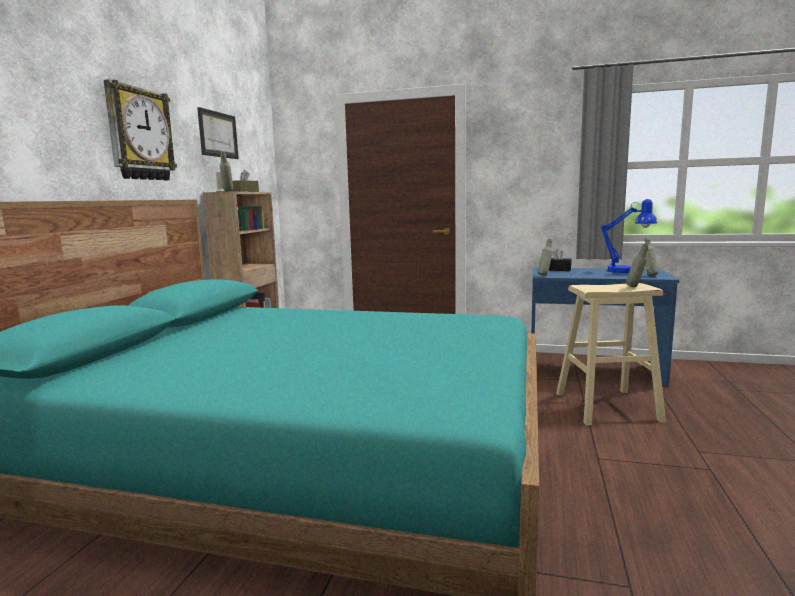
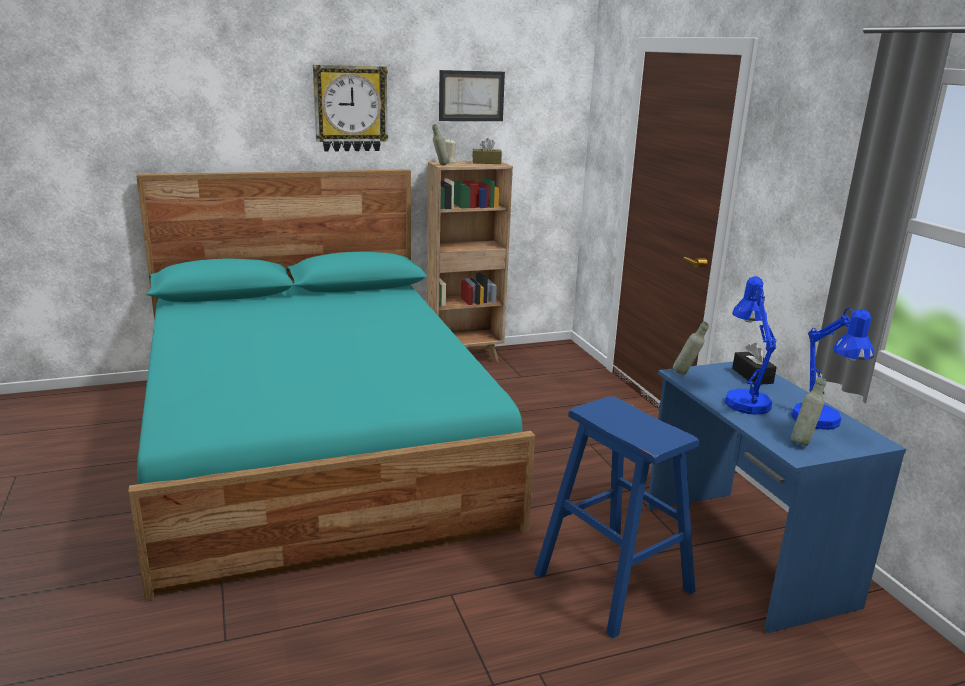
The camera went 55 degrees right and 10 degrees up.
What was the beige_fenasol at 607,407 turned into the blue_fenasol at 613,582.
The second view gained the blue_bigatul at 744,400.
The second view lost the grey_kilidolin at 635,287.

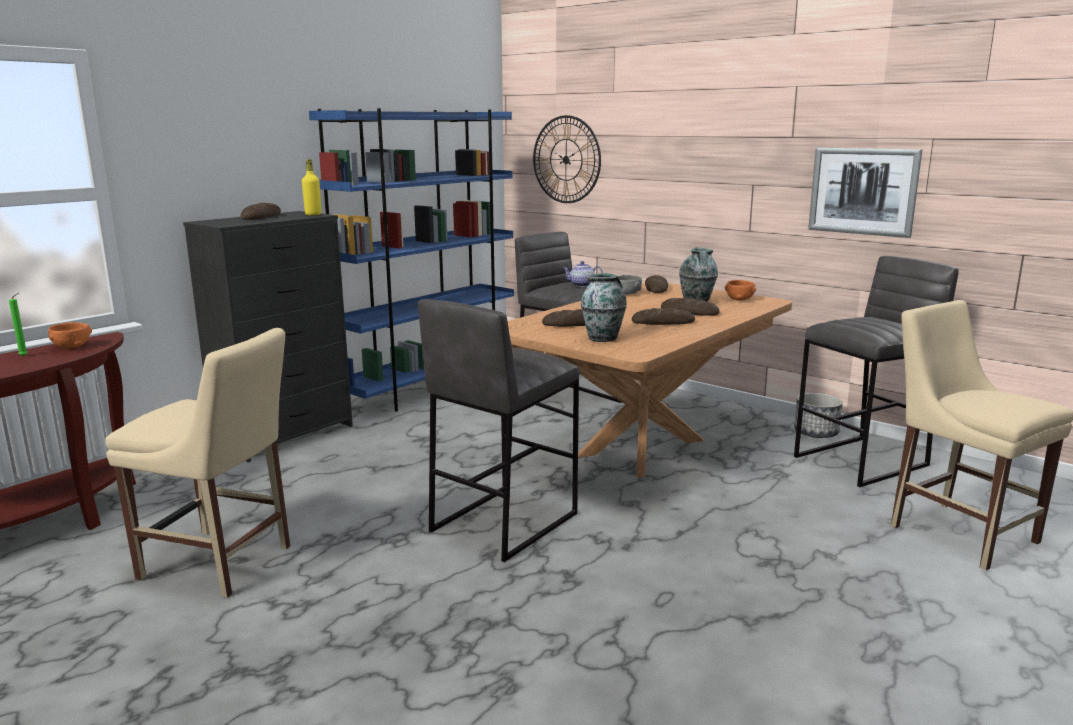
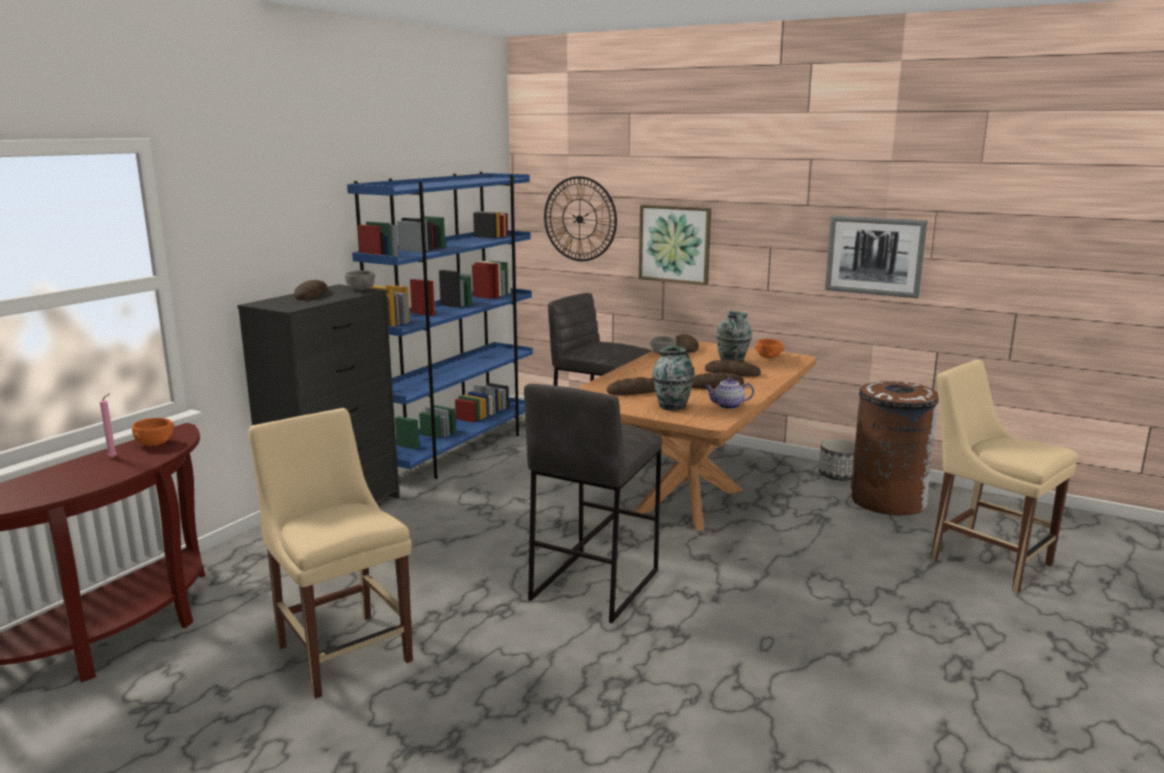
The camera went 10 degrees left and 0 degrees up.
What was the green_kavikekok at 25,356 turned into the pink_kavikekok at 114,457.
The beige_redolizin at 221,563 ended up facing another way, 135 degrees counterclockwise from before.
Where the yellow_kilidolin stood at 313,214, the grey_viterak came to stand at 361,290.
The second view gained the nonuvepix at 675,244.
The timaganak ended up elsewhere, having gone from 581,285 to 727,406.
Where the grey_fenasol stood at 862,461, the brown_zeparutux came to stand at 887,501.

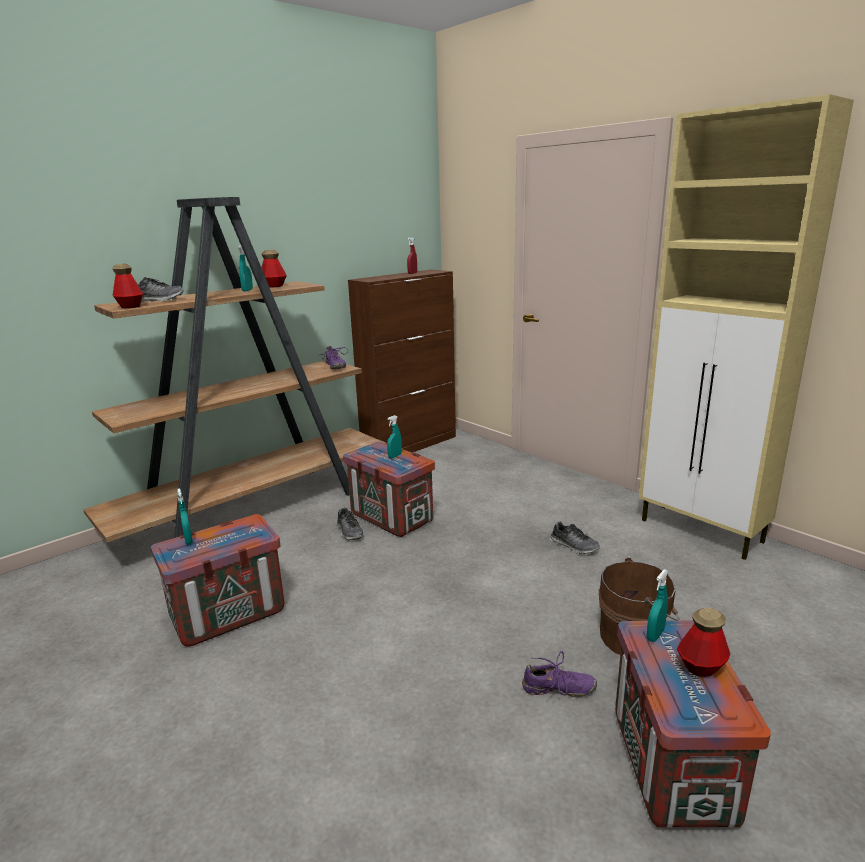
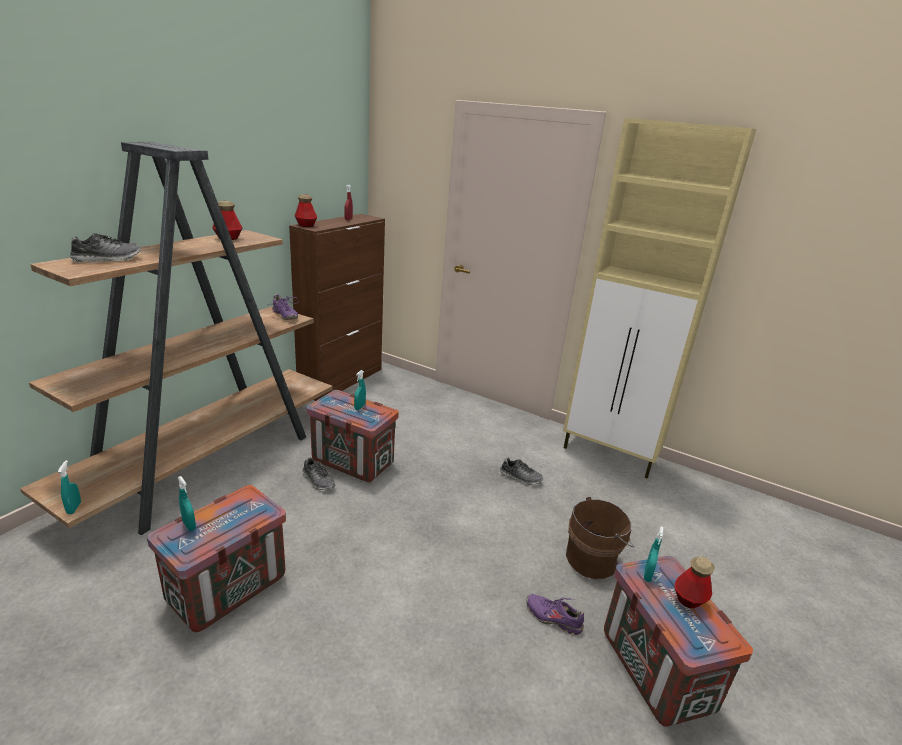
The camera went 20 degrees left and 5 degrees up.
The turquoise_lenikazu ended up elsewhere, having gone from 247,290 to 74,508.
The kilidolin ended up elsewhere, having gone from 130,306 to 306,225.
The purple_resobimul at 558,689 ended up facing another way, 135 degrees counterclockwise from before.

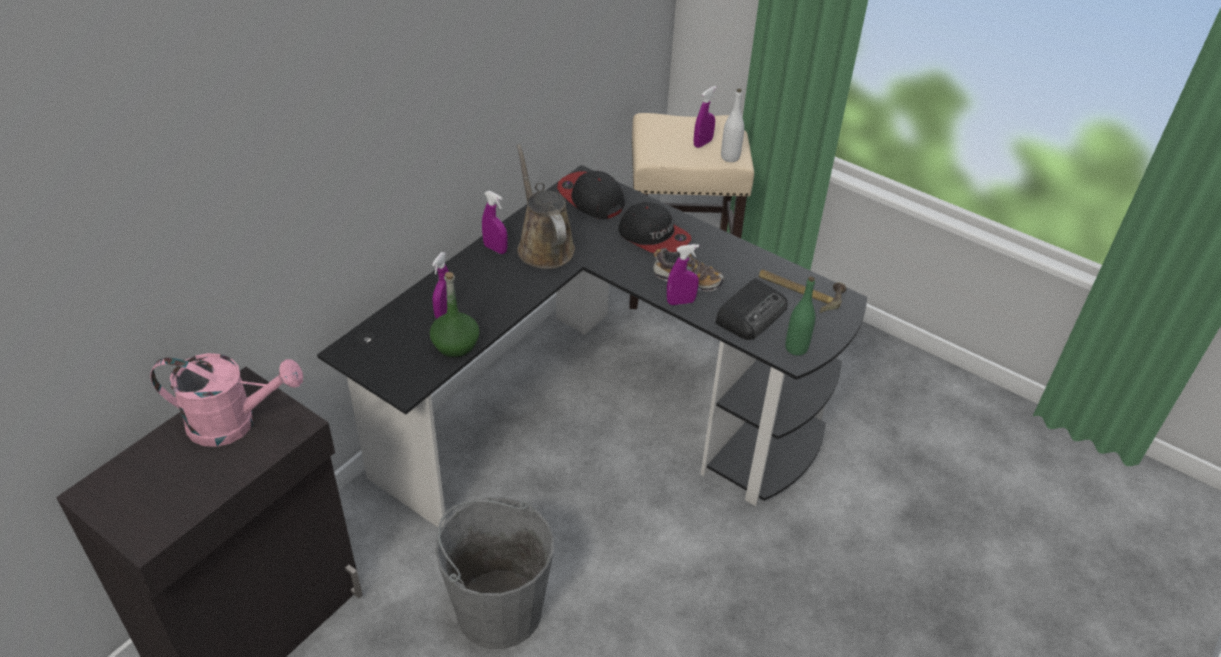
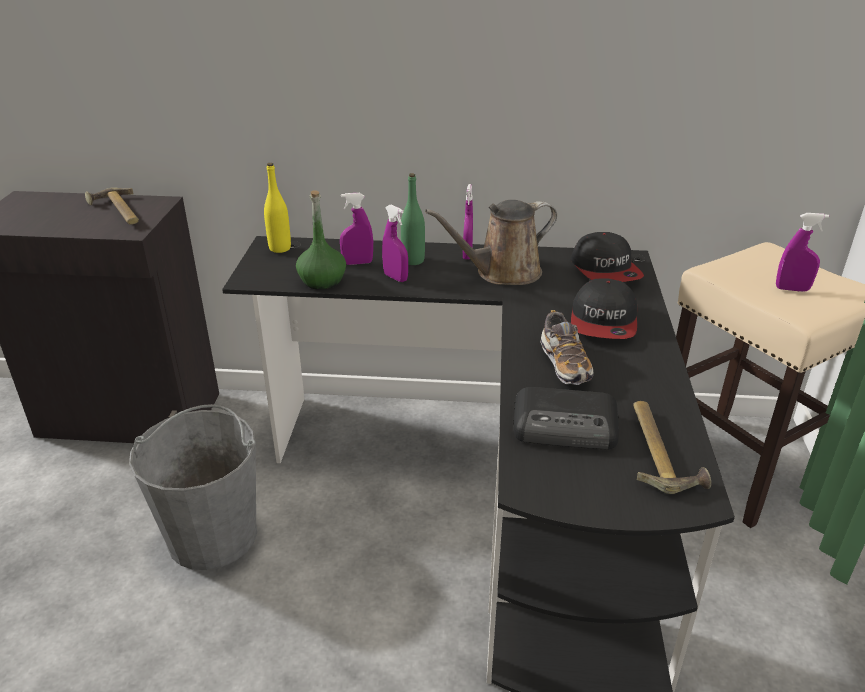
The camera went 60 degrees right and 10 degrees down.
Where the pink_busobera stood at 234,423, the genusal came to stand at 118,212.
The second view gained the yellow_kilidolin at 280,248.
The purple_lenikazu ended up elsewhere, having gone from 681,302 to 395,277.
The green_kilidolin ended up elsewhere, having gone from 796,348 to 413,260.
The brown_busobera at 543,246 ended up facing another way, 150 degrees counterclockwise from before.
The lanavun at 590,198 ended up facing another way, 150 degrees clockwise from before.
The second view lost the white_kilidolin at 730,157.

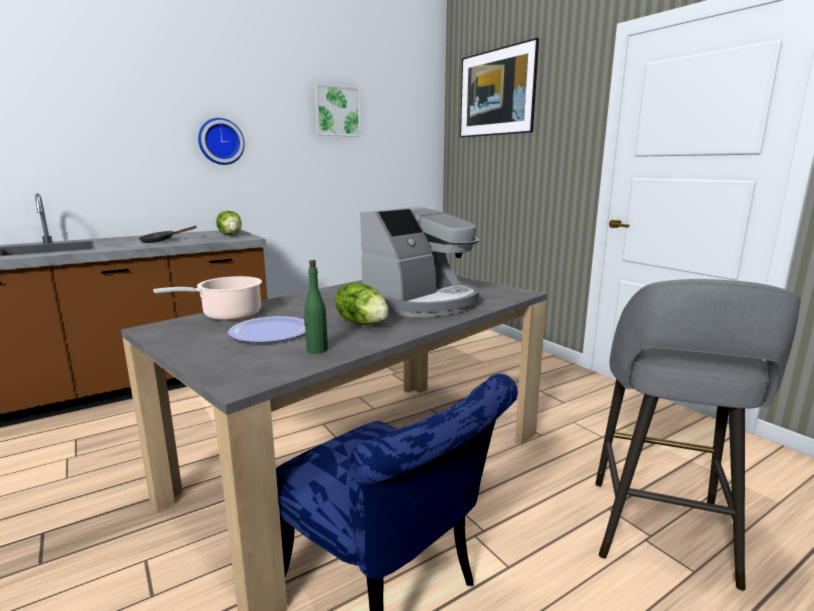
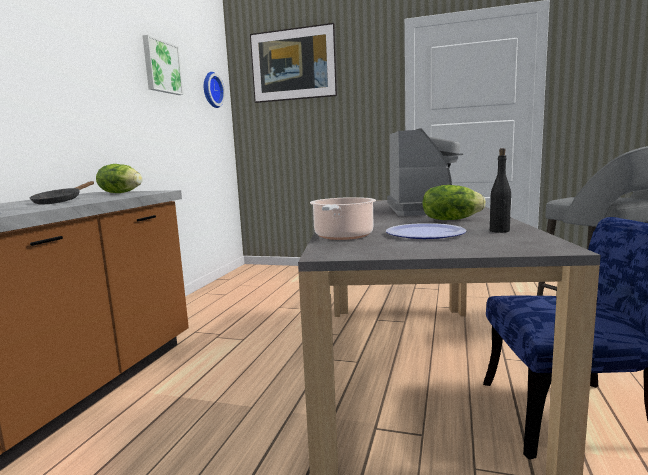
The camera went 40 degrees left and 5 degrees down.
The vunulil ended up elsewhere, having gone from 220,141 to 211,90.
What was the green_kilidolin at 316,350 turned into the black_kilidolin at 499,231.

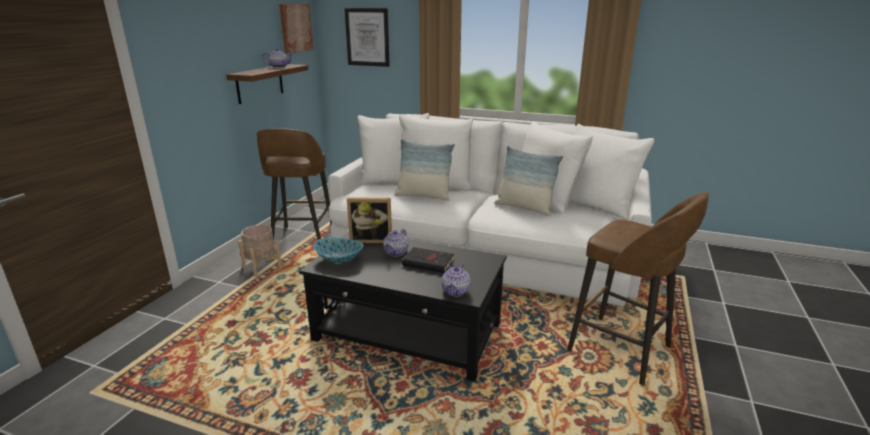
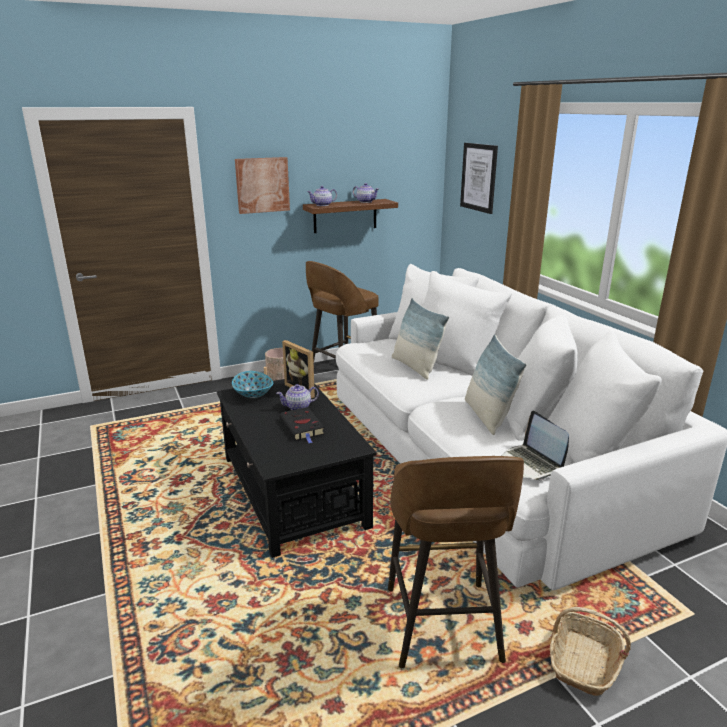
The camera went 45 degrees right and 0 degrees up.
The nonuvepix ended up elsewhere, having gone from 295,28 to 262,185.
The timaganak ended up elsewhere, having gone from 456,291 to 322,205.
The second view gained the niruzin at 530,464.
The second view gained the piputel at 583,663.

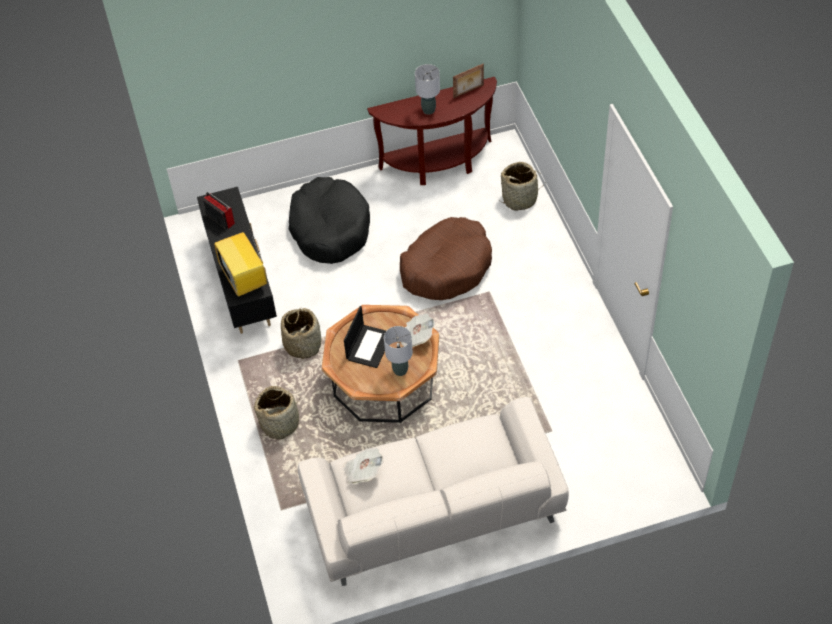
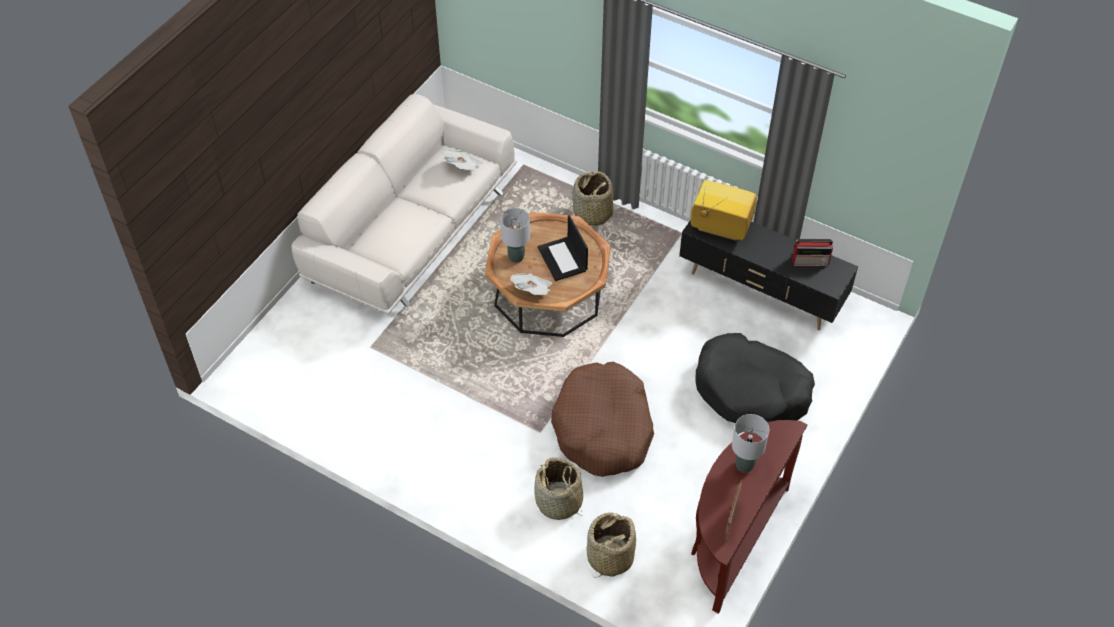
The camera went 135 degrees right and 0 degrees up.
The piputel ended up elsewhere, having gone from 303,344 to 559,502.

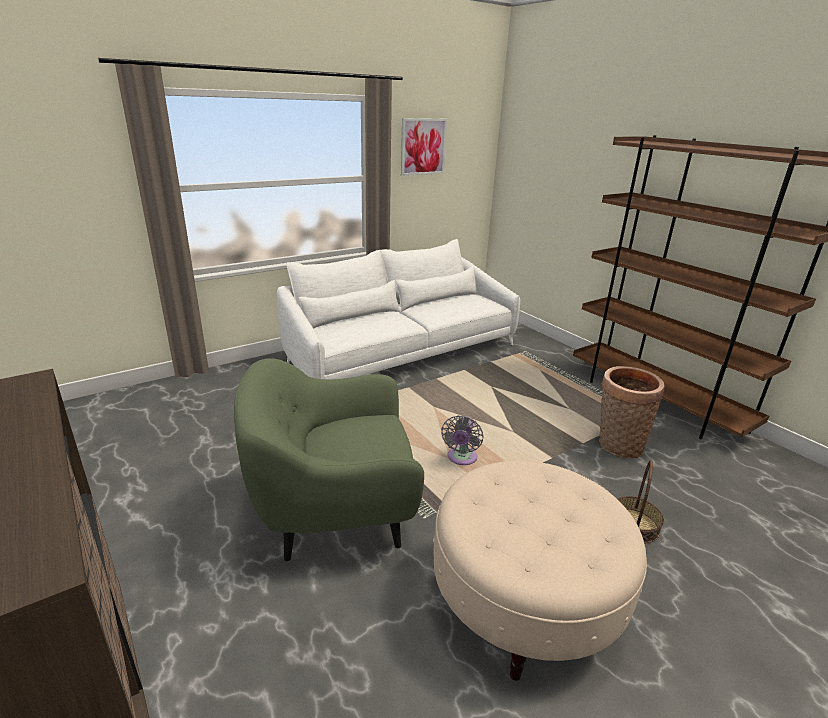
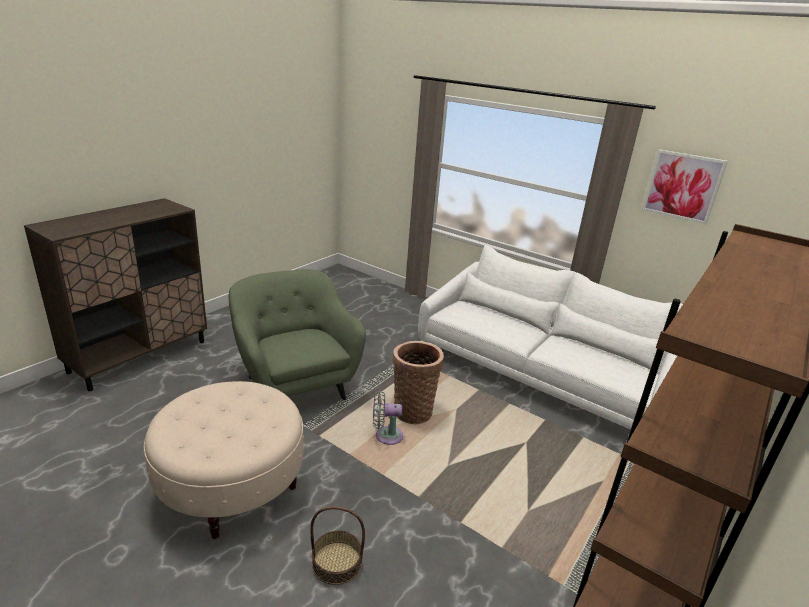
The camera went 70 degrees right and 0 degrees up.
The piputel ended up elsewhere, having gone from 617,445 to 413,410.

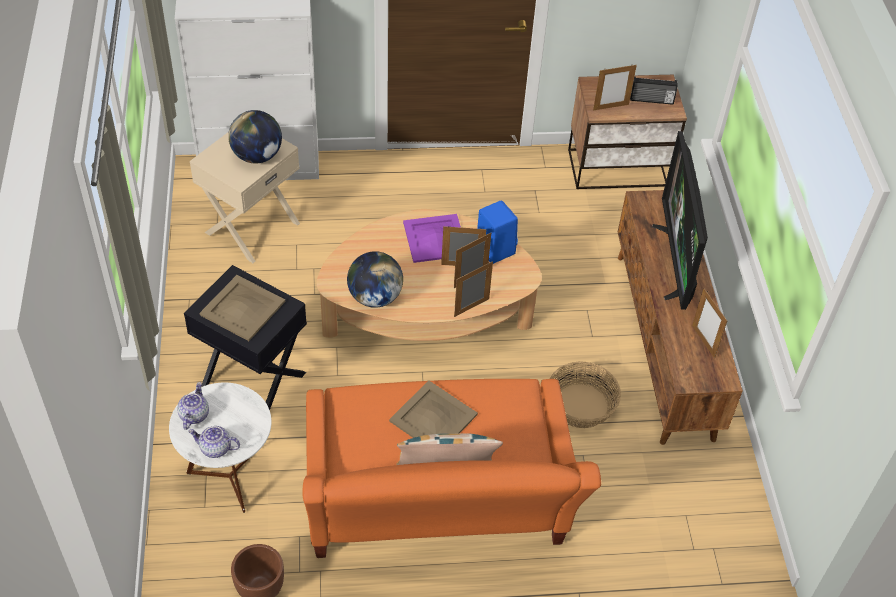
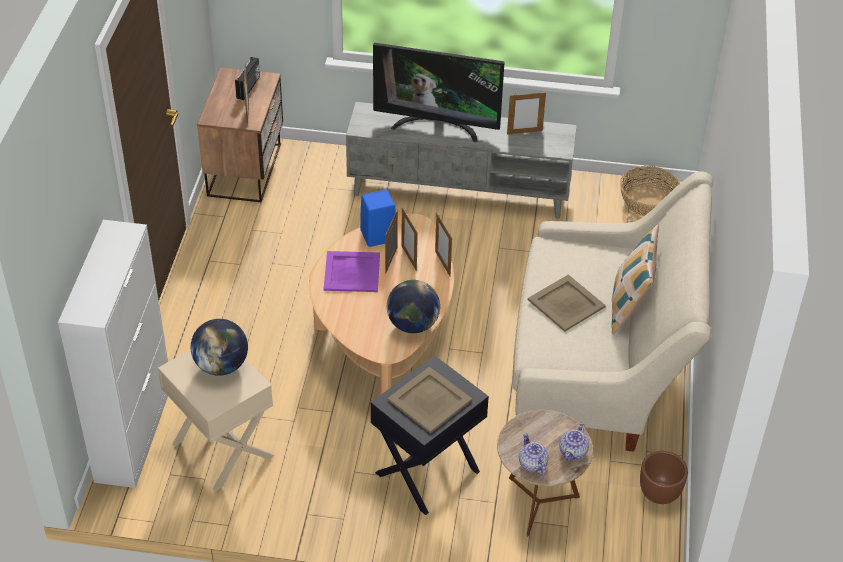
The camera went 75 degrees left and 5 degrees down.
What was the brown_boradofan at 665,344 turned into the grey_boradofan at 460,191.
What was the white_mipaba at 229,477 turned into the brown_mipaba at 538,503.
What was the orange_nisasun at 437,512 turned into the beige_nisasun at 600,365.
The timaganak at 194,415 ended up facing another way, 45 degrees clockwise from before.
The piputel ended up elsewhere, having gone from 581,406 to 648,202.

